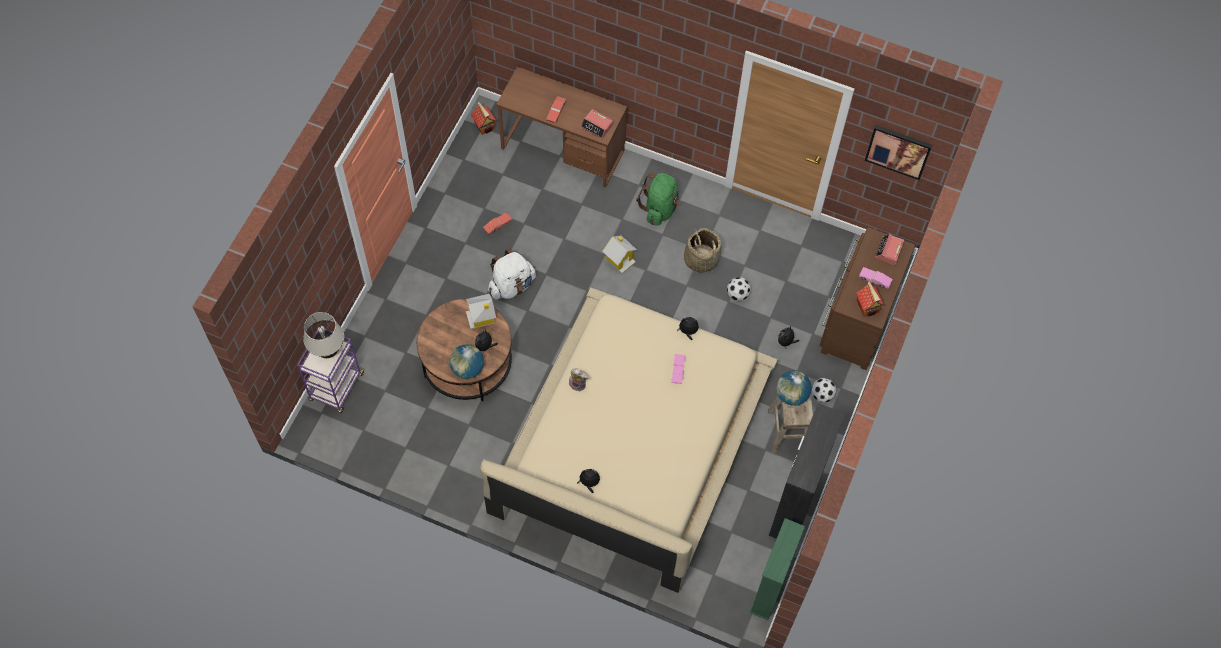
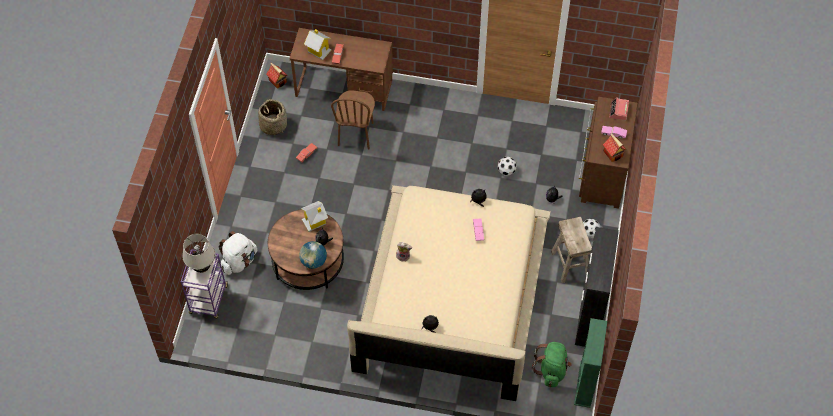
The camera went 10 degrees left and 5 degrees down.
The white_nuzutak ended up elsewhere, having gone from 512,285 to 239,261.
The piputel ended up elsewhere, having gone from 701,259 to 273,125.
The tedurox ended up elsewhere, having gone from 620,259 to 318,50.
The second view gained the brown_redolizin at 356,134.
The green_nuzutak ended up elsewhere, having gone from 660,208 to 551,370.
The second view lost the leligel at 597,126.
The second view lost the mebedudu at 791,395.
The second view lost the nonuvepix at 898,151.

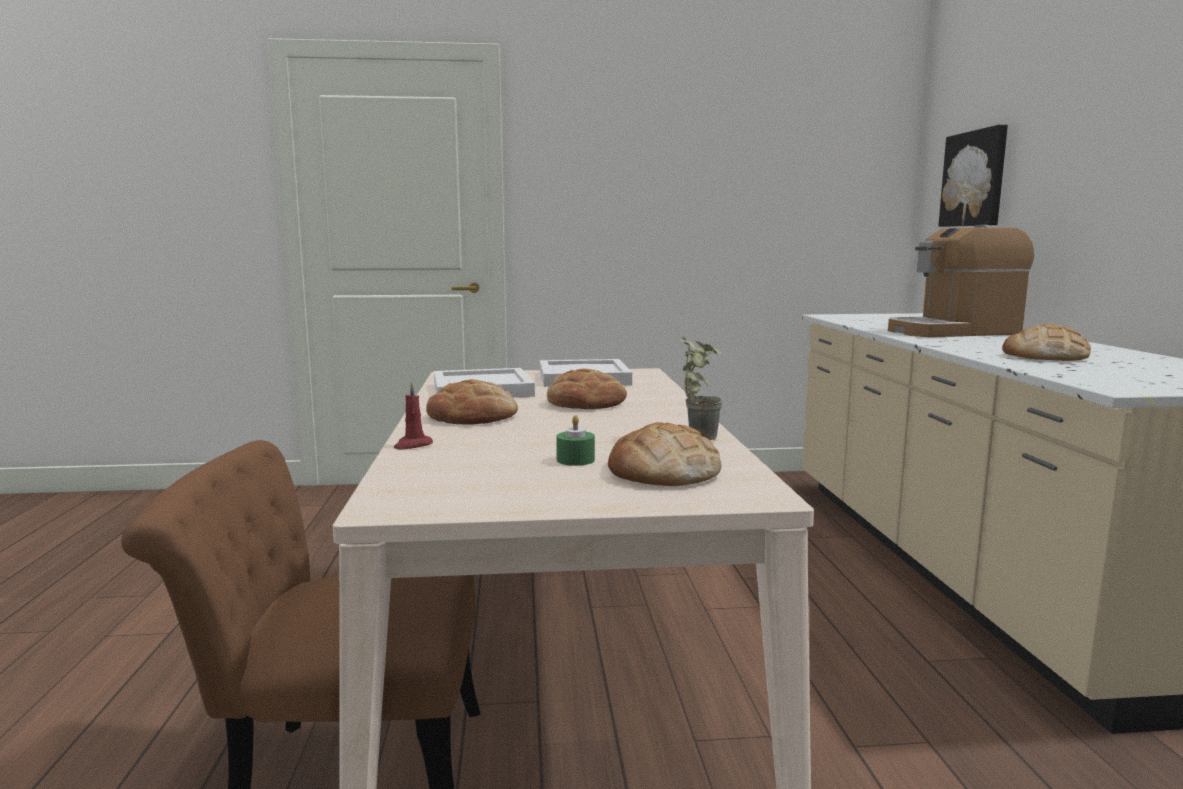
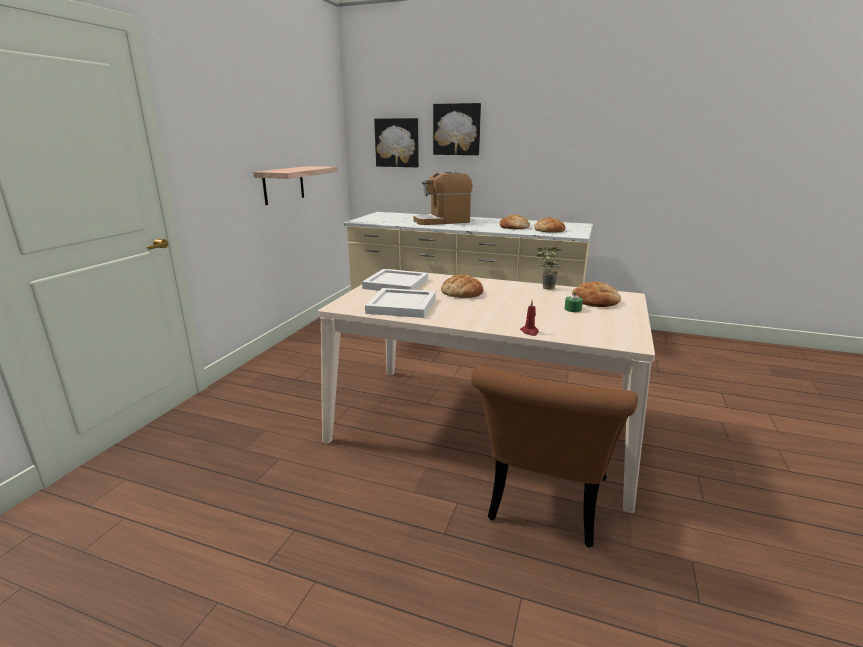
The camera went 65 degrees left and 10 degrees up.
The second view gained the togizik at 283,185.
The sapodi at 953,332 ended up facing another way, 60 degrees clockwise from before.
The second view gained the nonuvepix at 457,129.
The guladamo ended up elsewhere, having gone from 473,416 to 549,230.

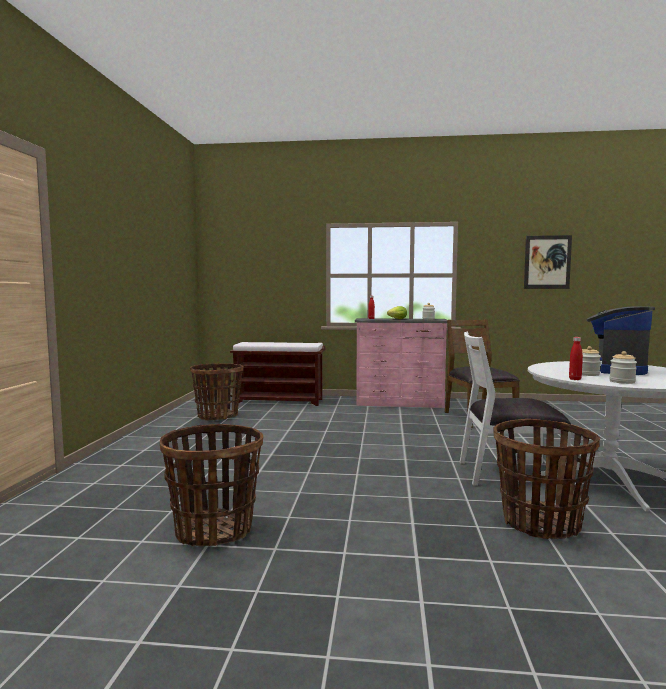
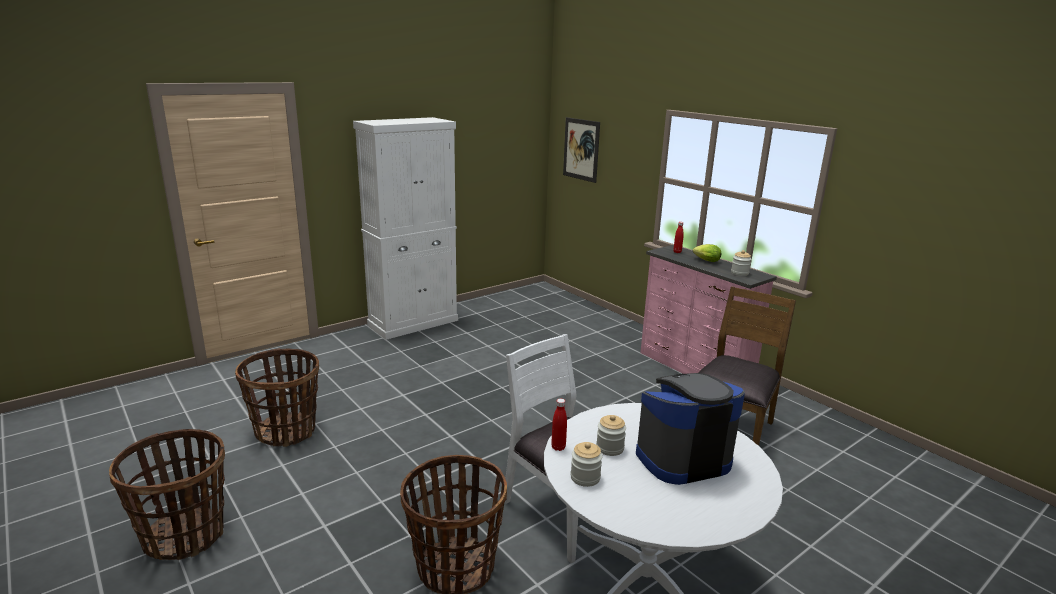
The camera went 45 degrees right and 15 degrees up.
The piputel ended up elsewhere, having gone from 218,416 to 185,536.
The second view gained the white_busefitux at 413,323.
The nonuvepix ended up elsewhere, having gone from 547,262 to 581,149.
The second view lost the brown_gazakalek at 280,401.

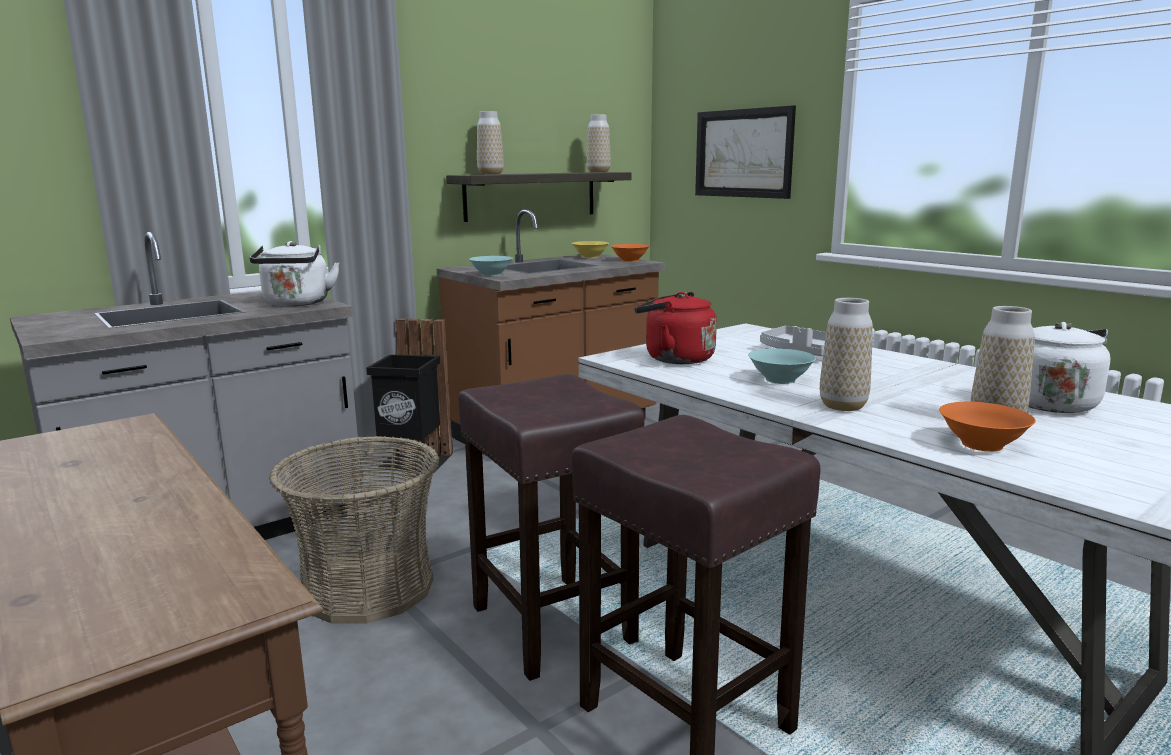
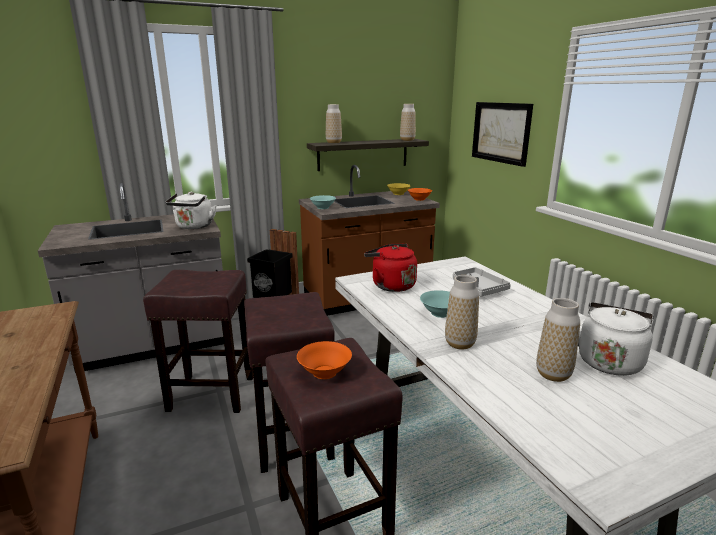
The camera went 15 degrees right and 5 degrees up.
Where the piputel stood at 367,588, the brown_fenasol came to stand at 210,394.
The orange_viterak ended up elsewhere, having gone from 983,445 to 325,372.

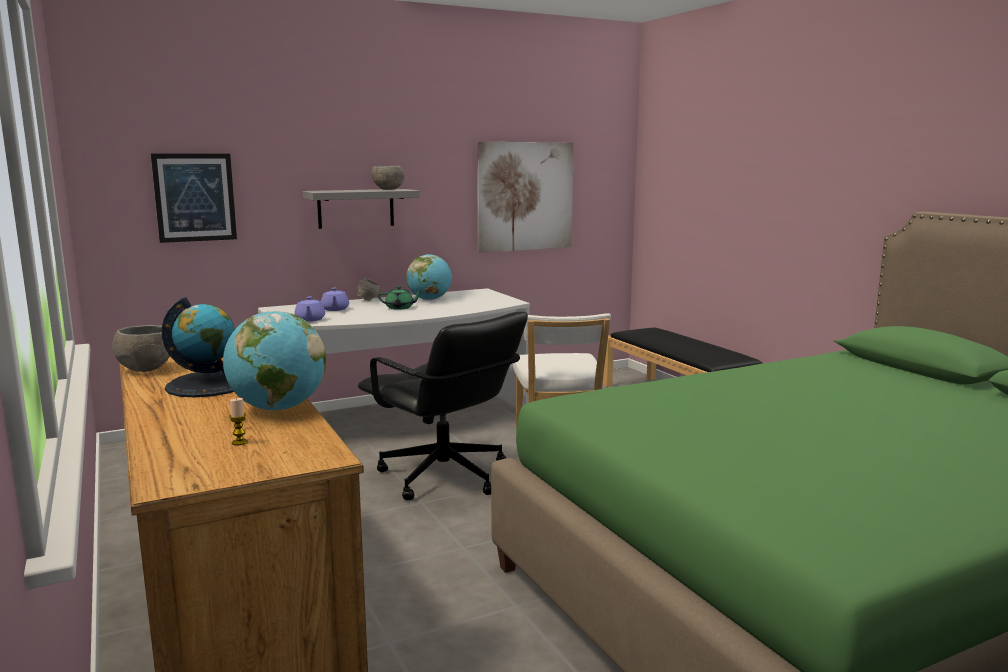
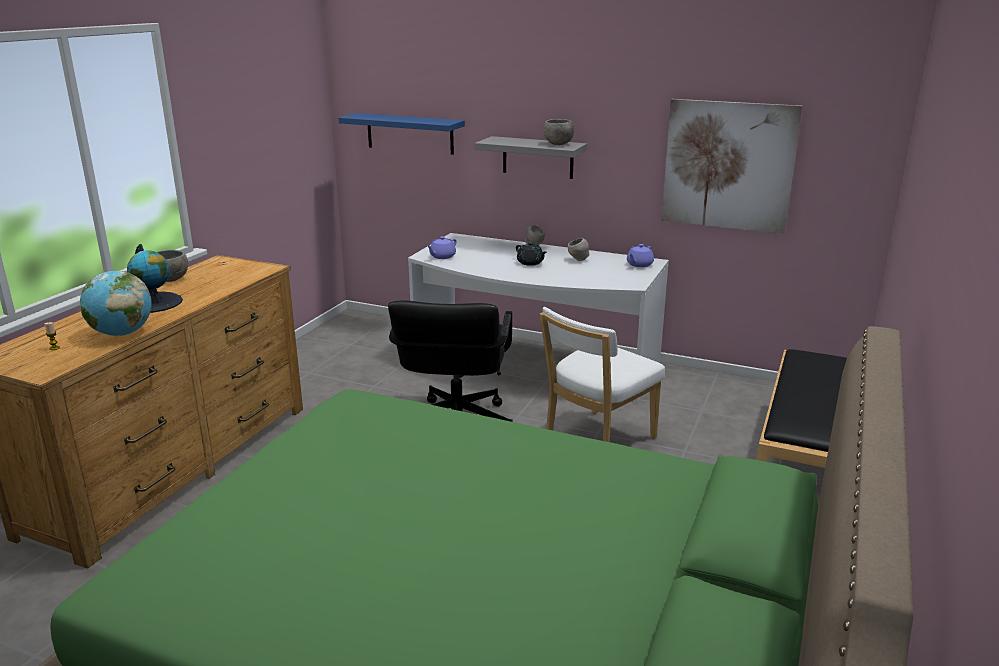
The camera went 50 degrees right and 10 degrees up.
Where the nonuvepix hung at 194,197, the blue_togizik came to hang at 410,133.
What was the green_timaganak at 400,308 turned into the black_timaganak at 530,263.
Where the mebedudu stood at 429,299, the grey_viterak came to stand at 578,260.
The purple_timaganak ended up elsewhere, having gone from 335,309 to 639,264.

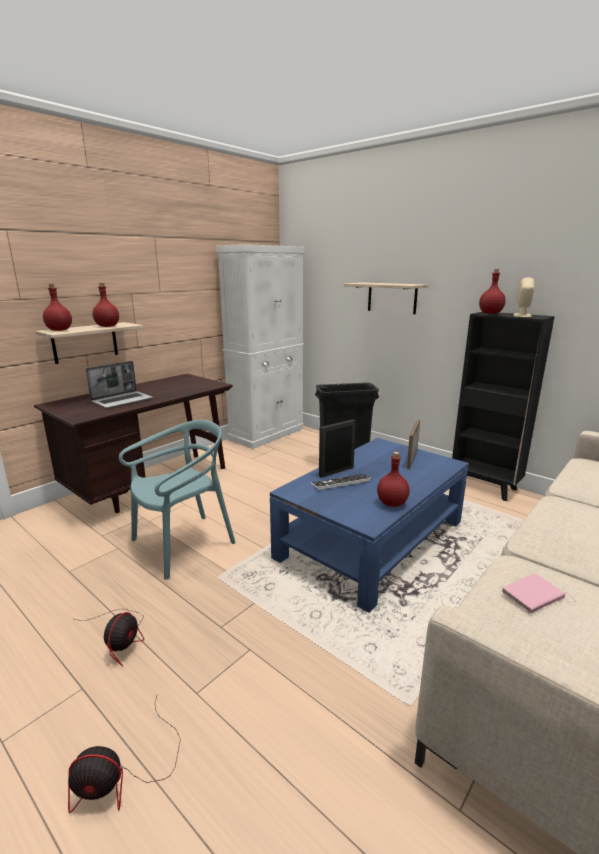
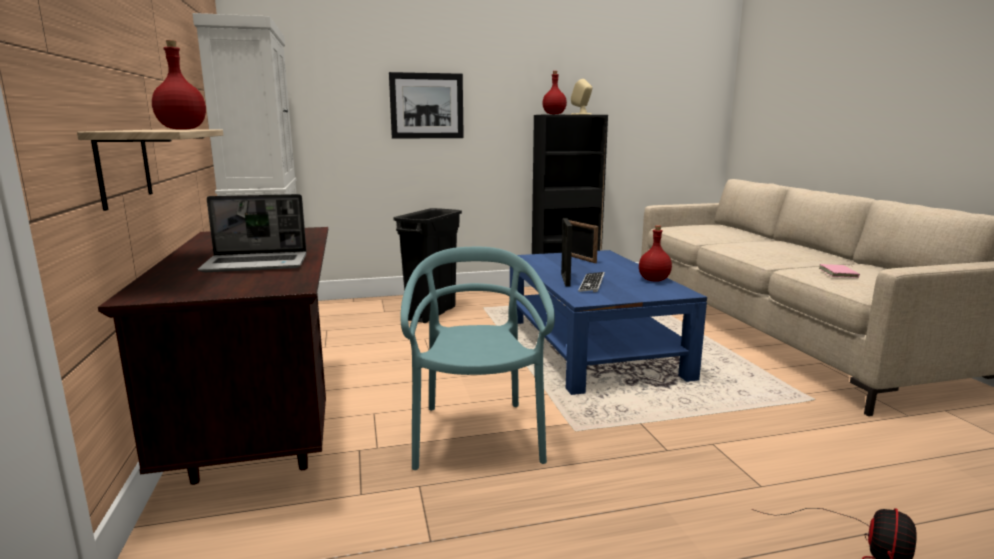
The camera went 55 degrees left and 5 degrees down.
The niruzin at 122,401 ended up facing another way, 90 degrees clockwise from before.
Where the togizik hung at 392,298, the nonuvepix came to hang at 427,106.
The second view lost the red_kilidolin at 59,330.
The second view lost the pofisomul at 121,638.

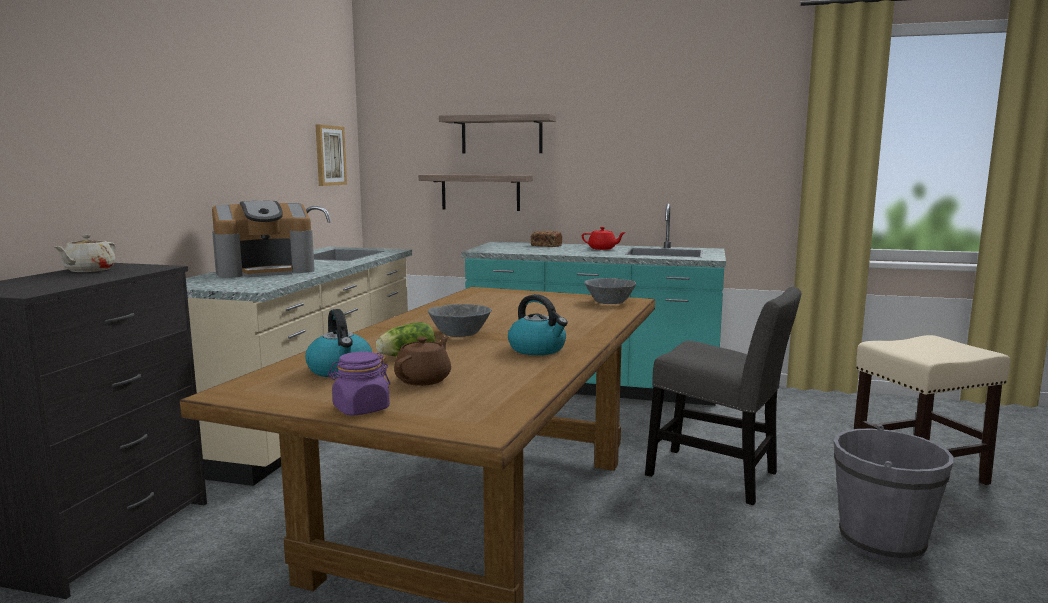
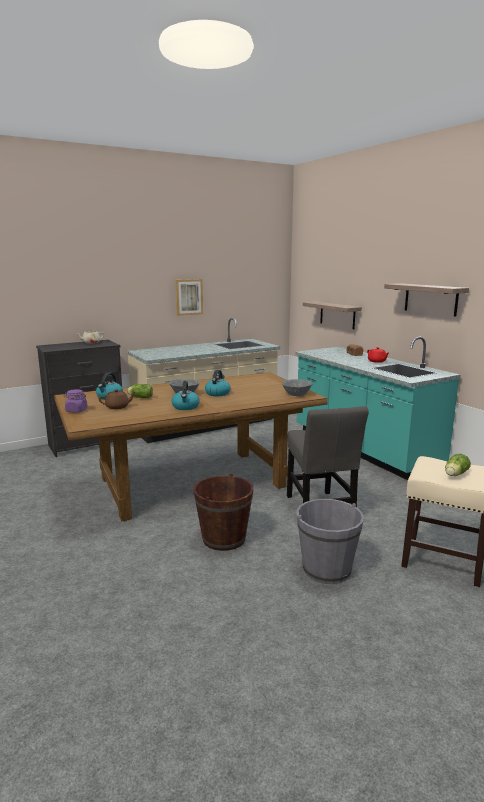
The camera went 45 degrees right and 5 degrees up.
The nonuvepix ended up elsewhere, having gone from 329,155 to 188,297.
The second view gained the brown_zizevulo at 224,539.
The second view gained the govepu at 217,393.
The togizik ended up elsewhere, having gone from 501,134 to 430,299.
The second view gained the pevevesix at 455,474.
The second view lost the sapodi at 266,271.

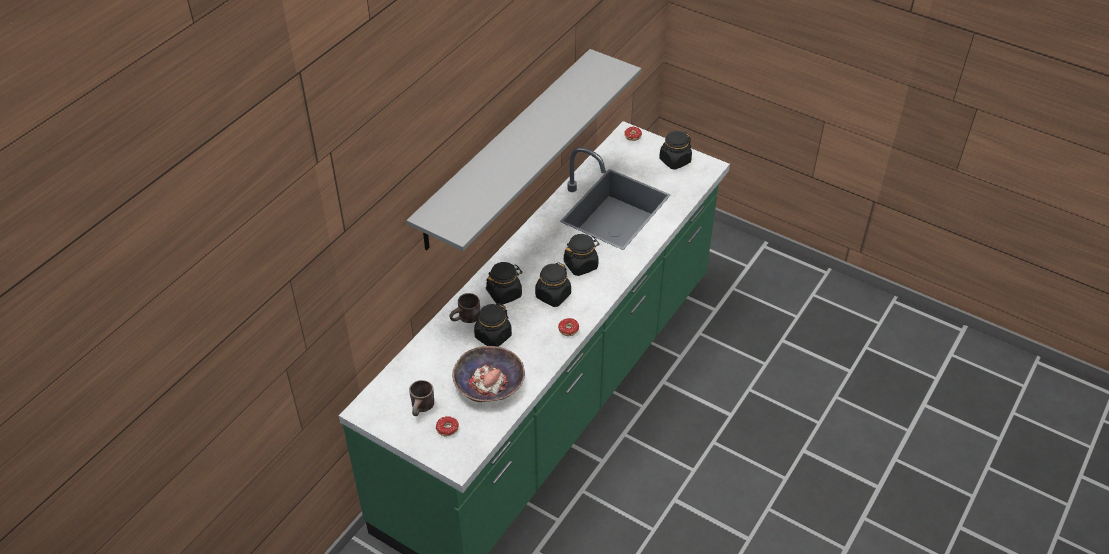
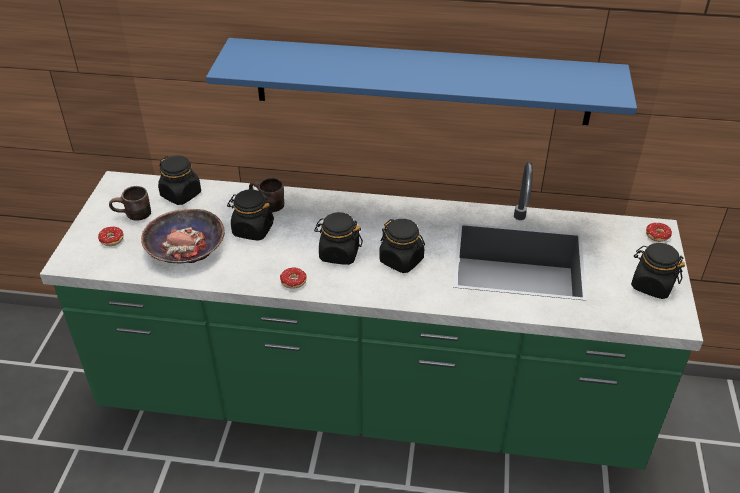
The camera went 65 degrees right and 5 degrees down.
The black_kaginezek ended up elsewhere, having gone from 504,293 to 181,194.
What was the grey_togizik at 506,149 turned into the blue_togizik at 421,81.

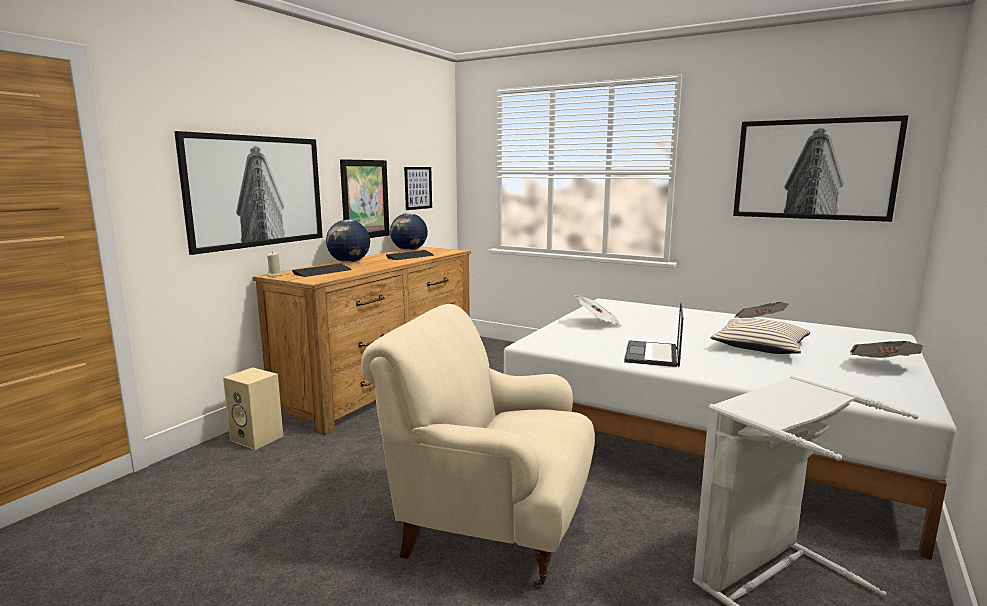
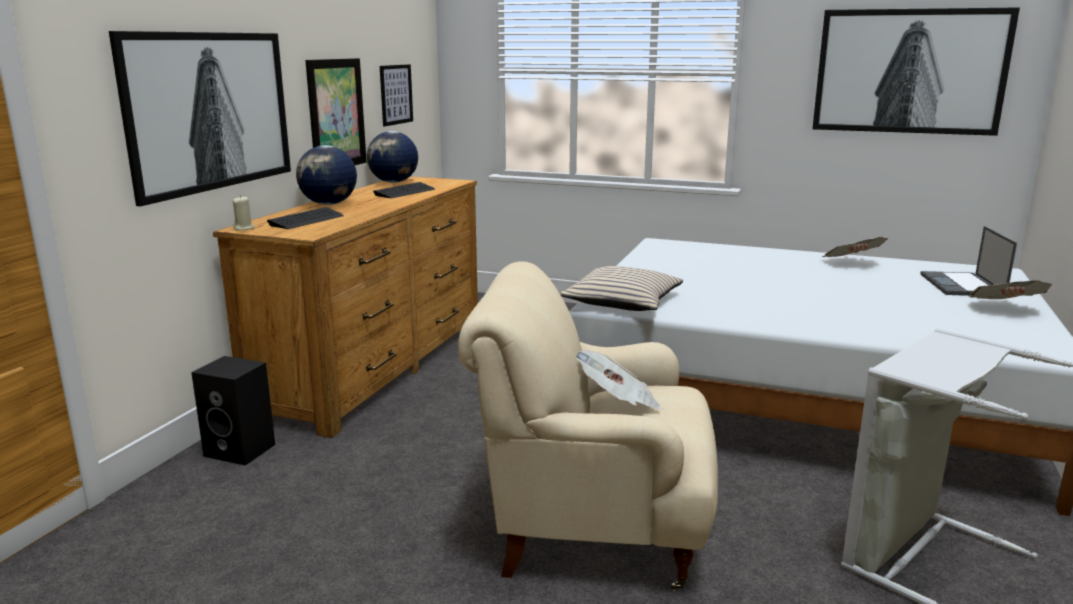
The camera went 10 degrees left and 5 degrees up.
What was the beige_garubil at 258,438 turned into the black_garubil at 242,450.
The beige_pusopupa ended up elsewhere, having gone from 760,346 to 623,301.
The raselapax ended up elsewhere, having gone from 598,323 to 617,402.
The niruzin ended up elsewhere, having gone from 652,355 to 962,285.

